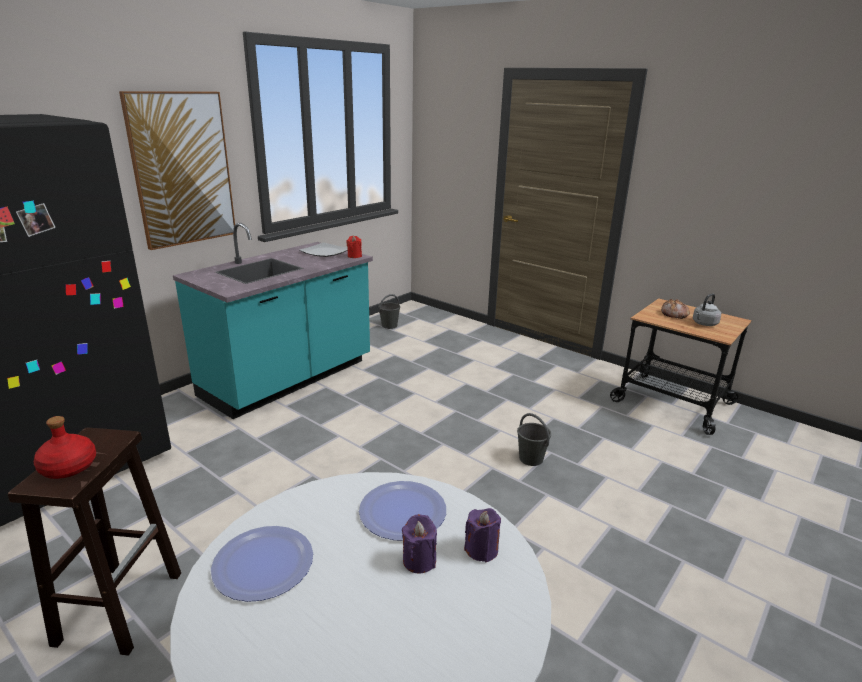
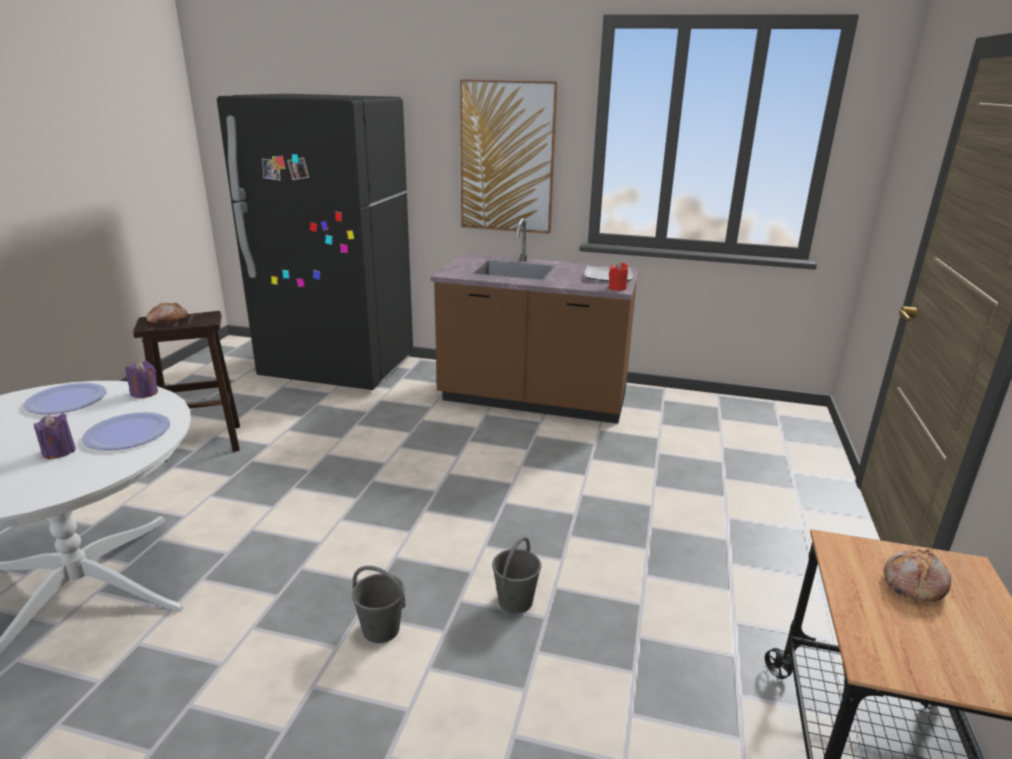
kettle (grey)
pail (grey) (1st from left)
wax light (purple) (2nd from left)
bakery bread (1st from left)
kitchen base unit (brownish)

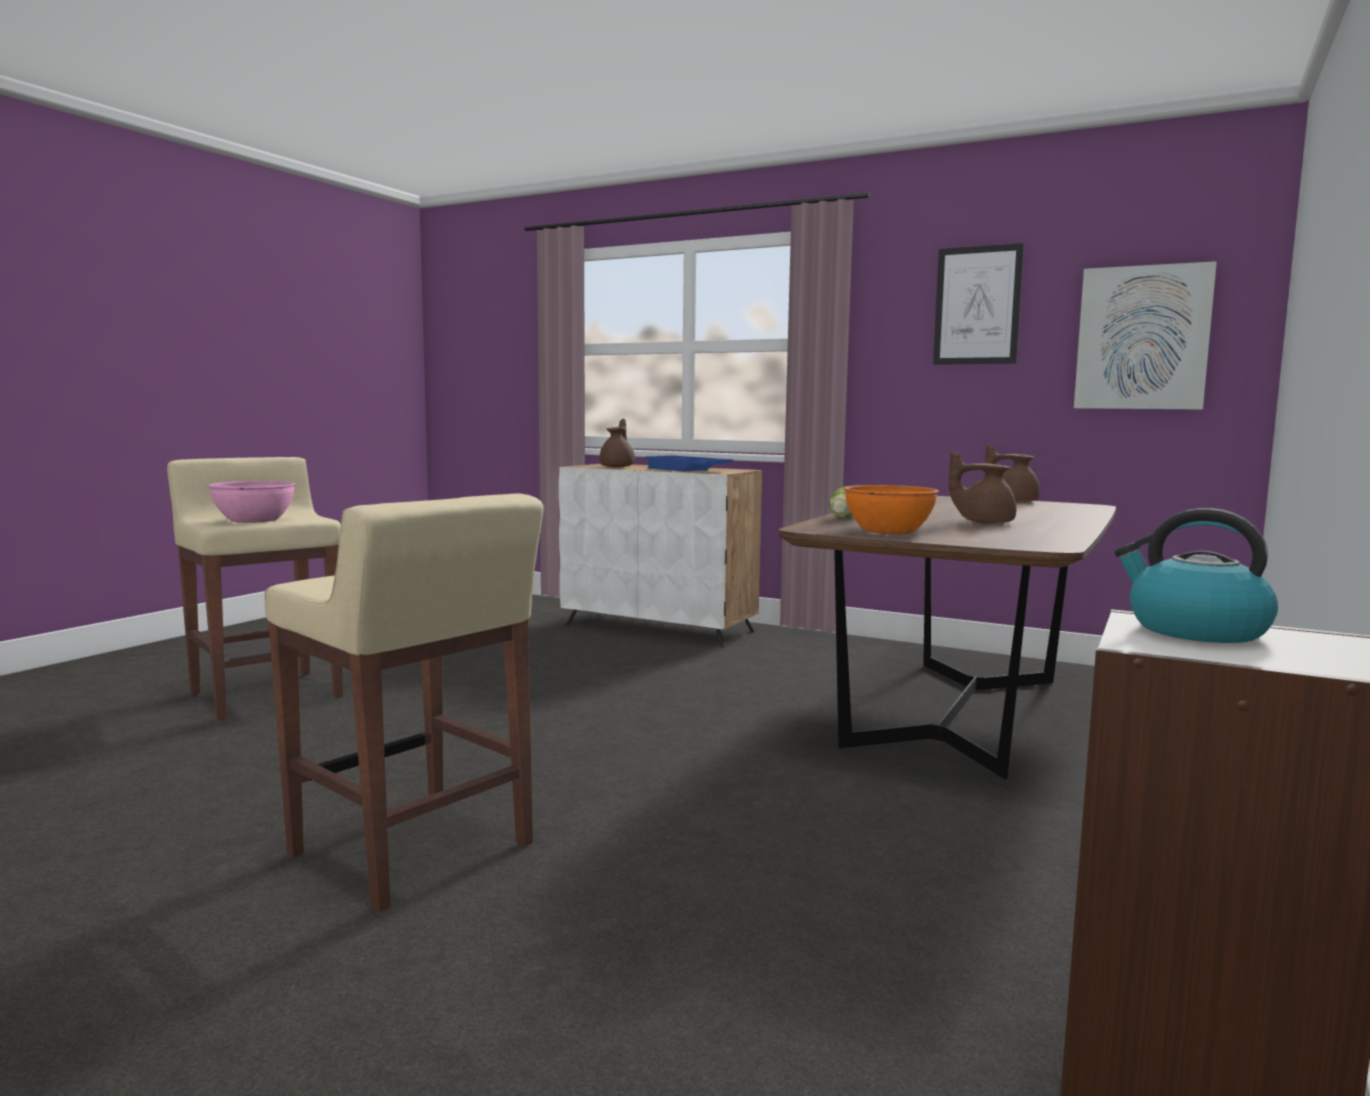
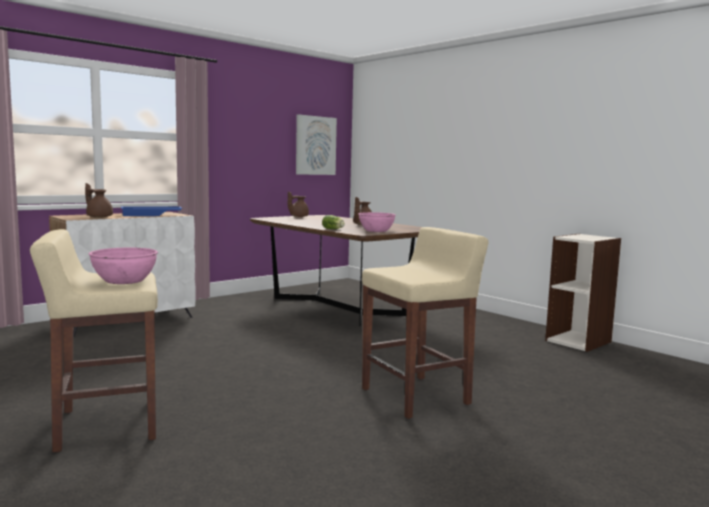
picture (1st from left in the first image)
kettle
deep dish (pinkish) (2nd from left)

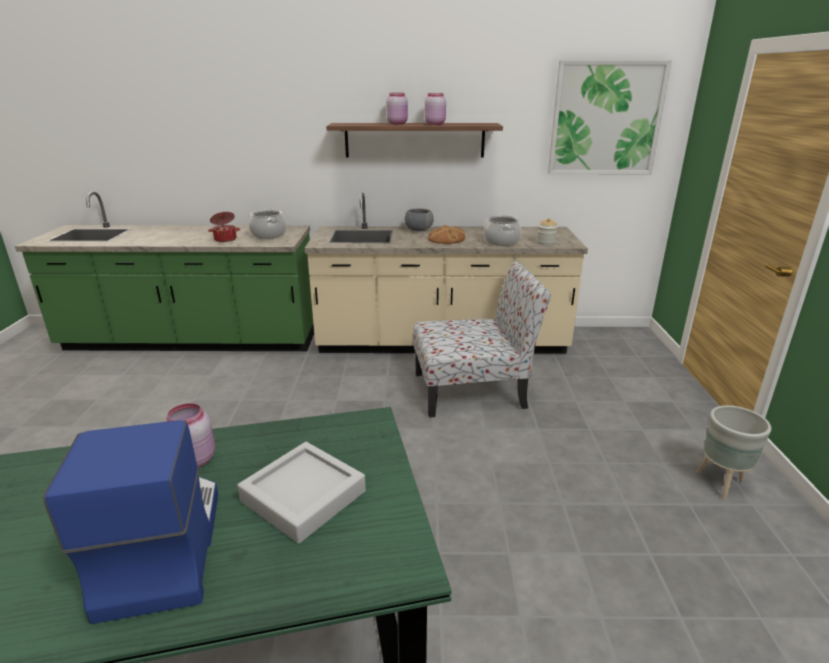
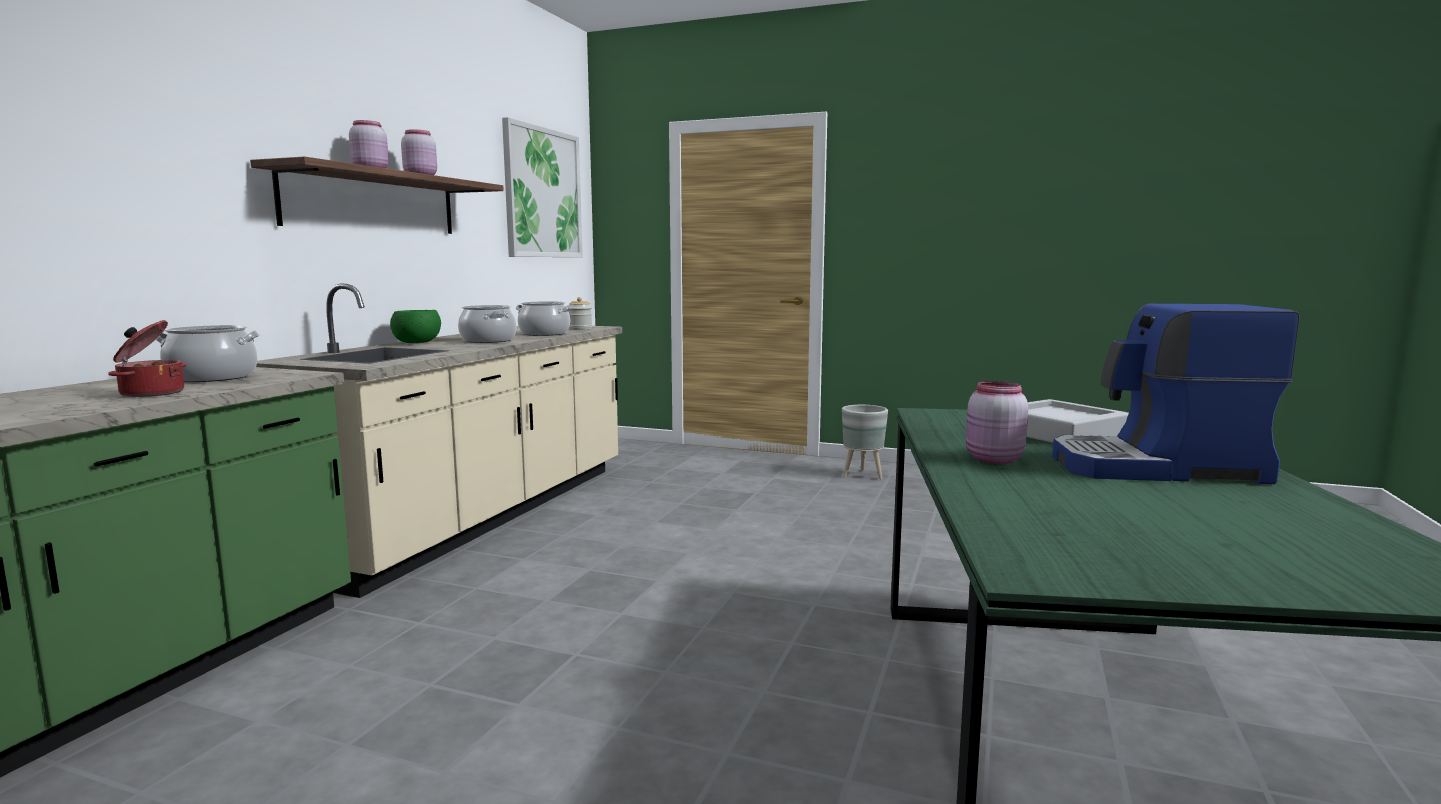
chair
cooking pot (3rd from left)
deep dish (green)

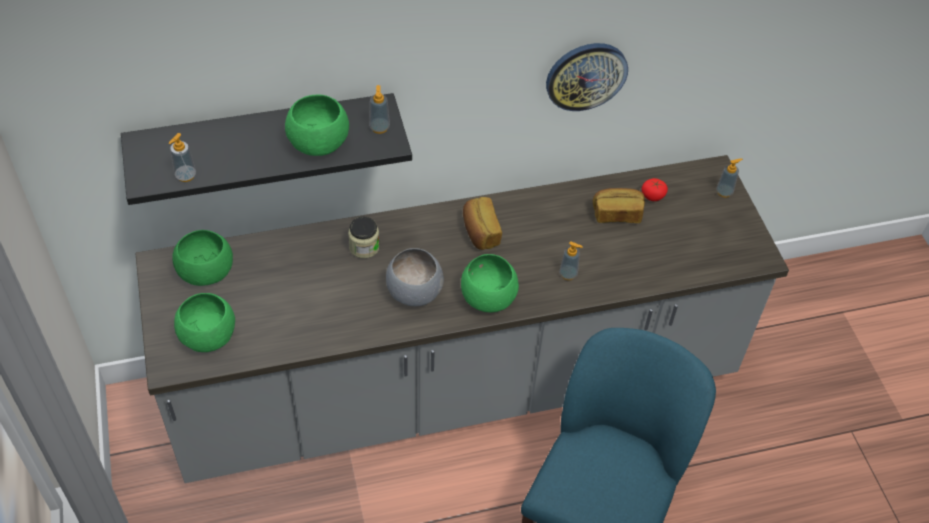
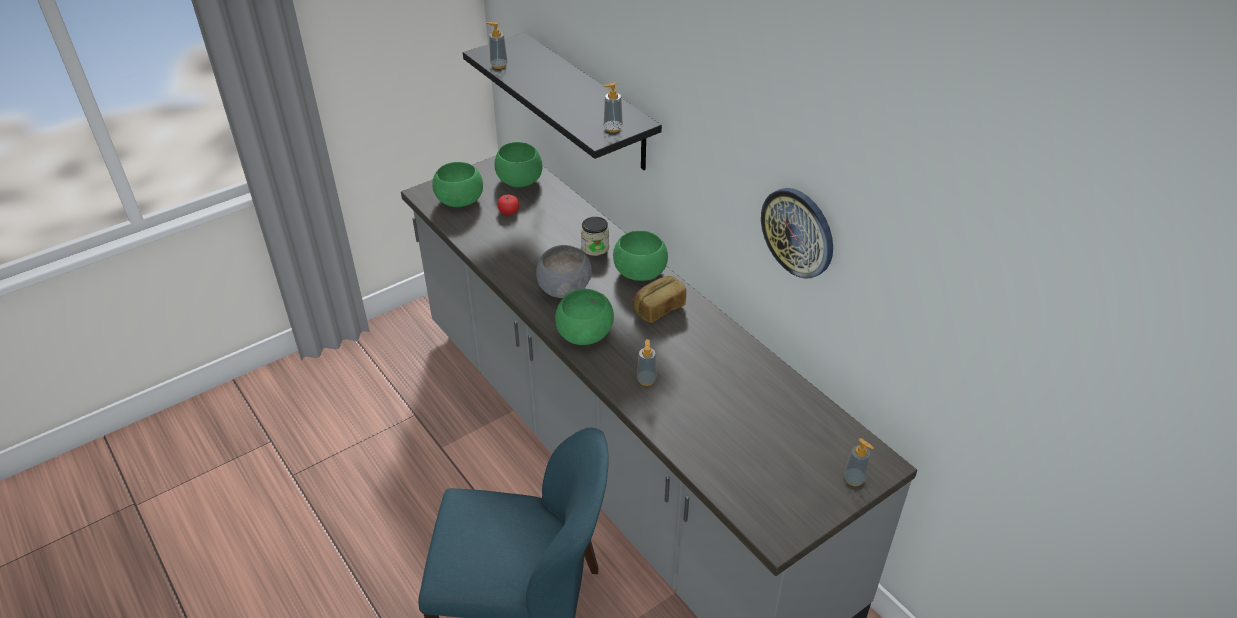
bakery bread (2nd from left in the first image)
deep dish (green) (4th from left)
fresh tomato

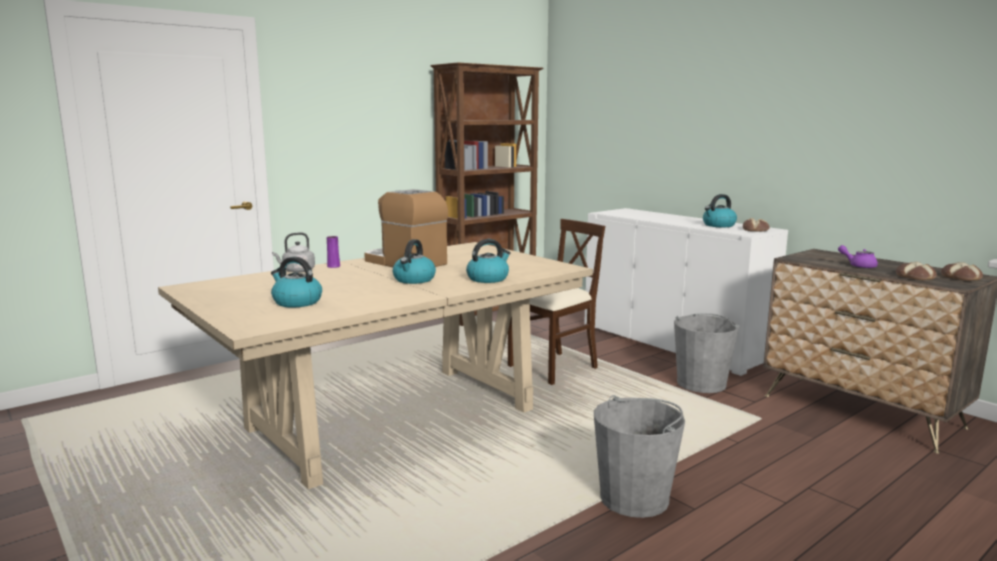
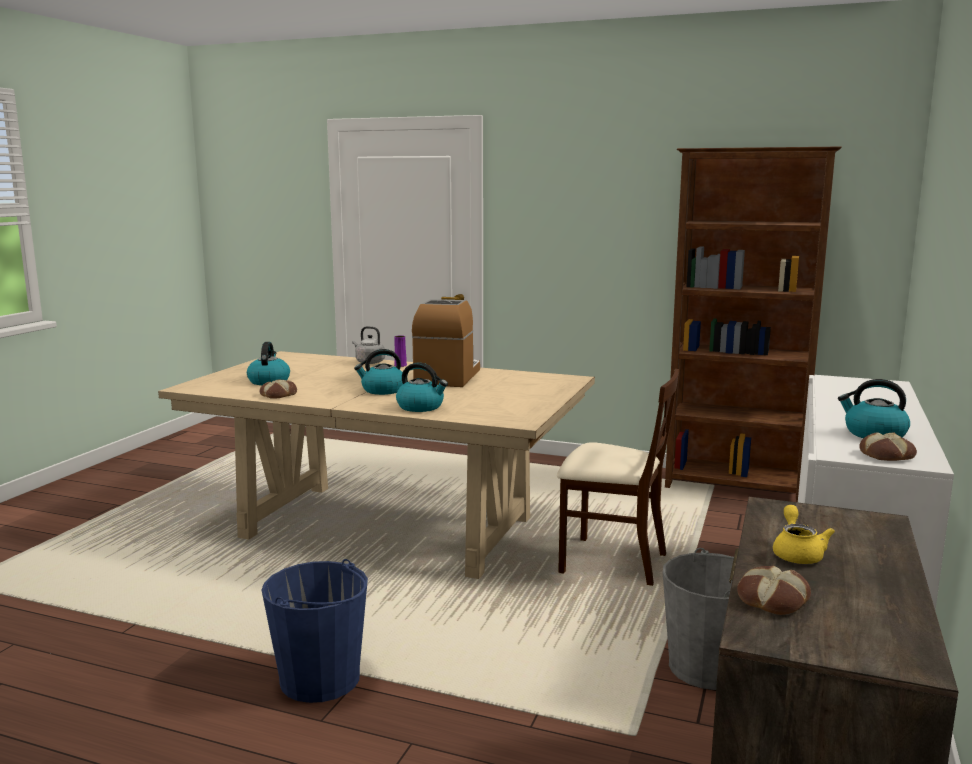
bakery bread (1st from left)
pail (blue)
pot for tea (yellow)

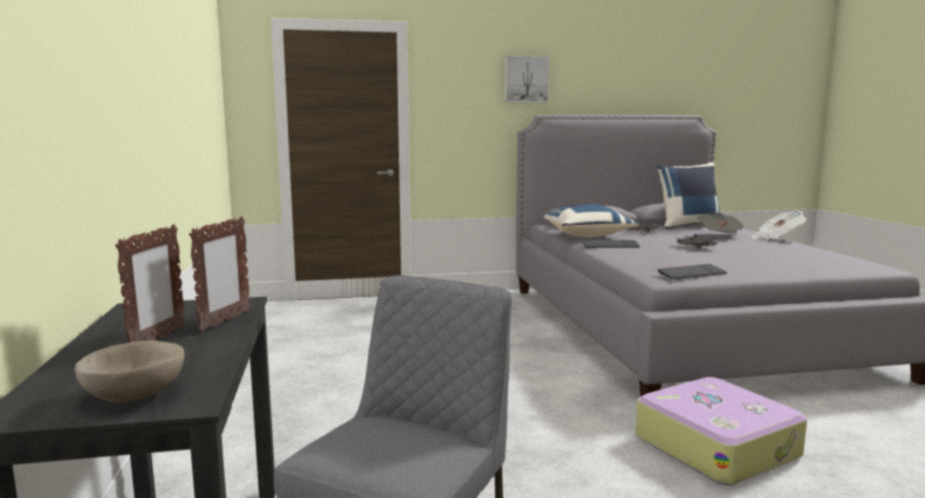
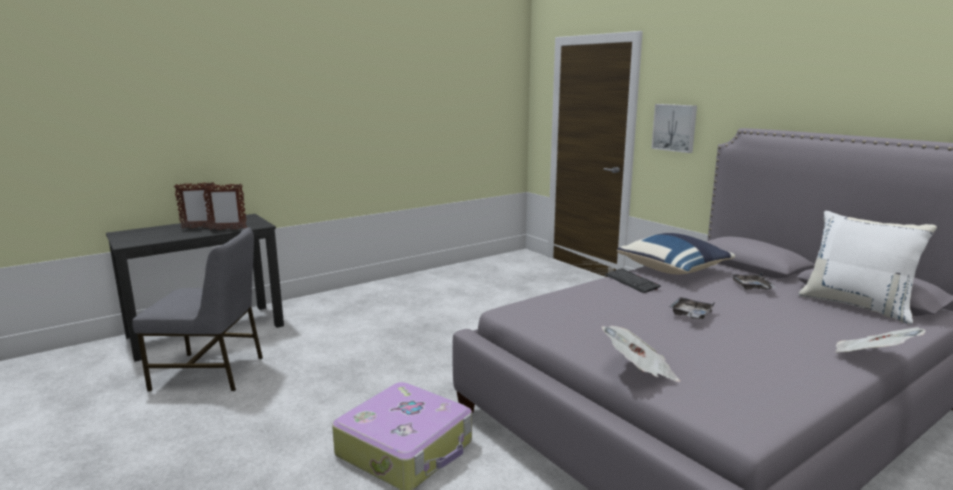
deep dish (beige-coloured)
computer keyboard (2nd from left in the first image)
picture
printed paper (1st from left)
throw pillow (white-coloured)

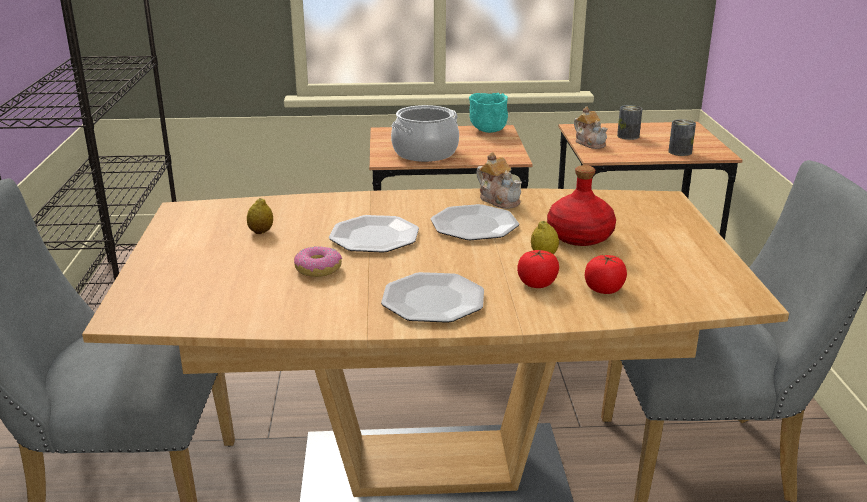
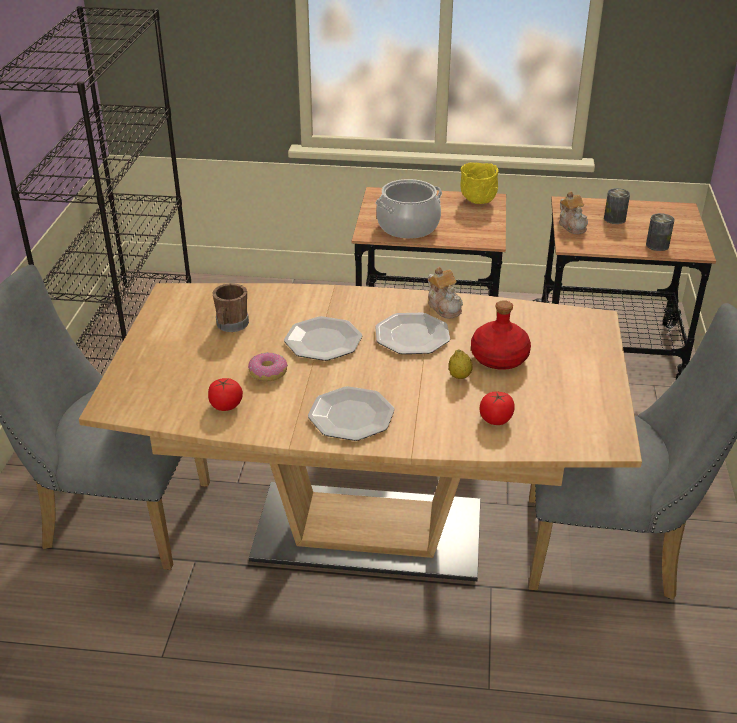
fresh tomato (1st from left)
coffee mug (brownish)
deep dish (yellow)

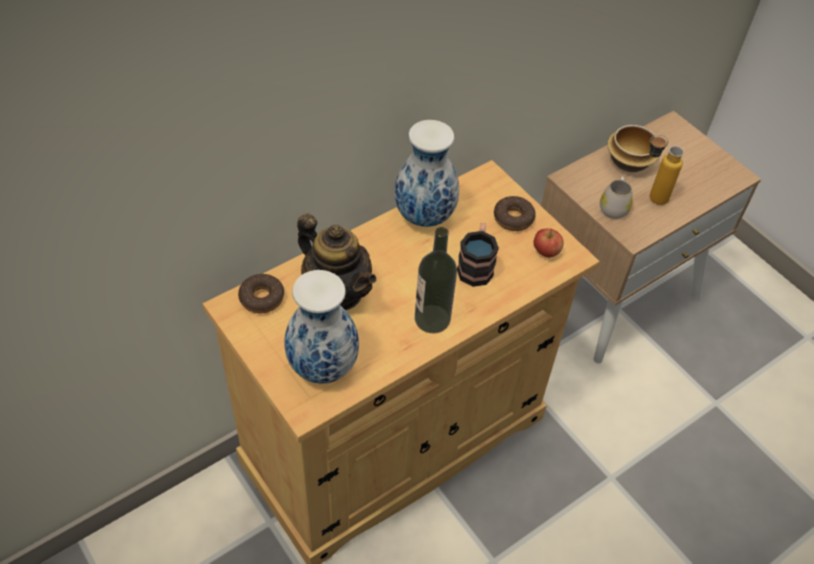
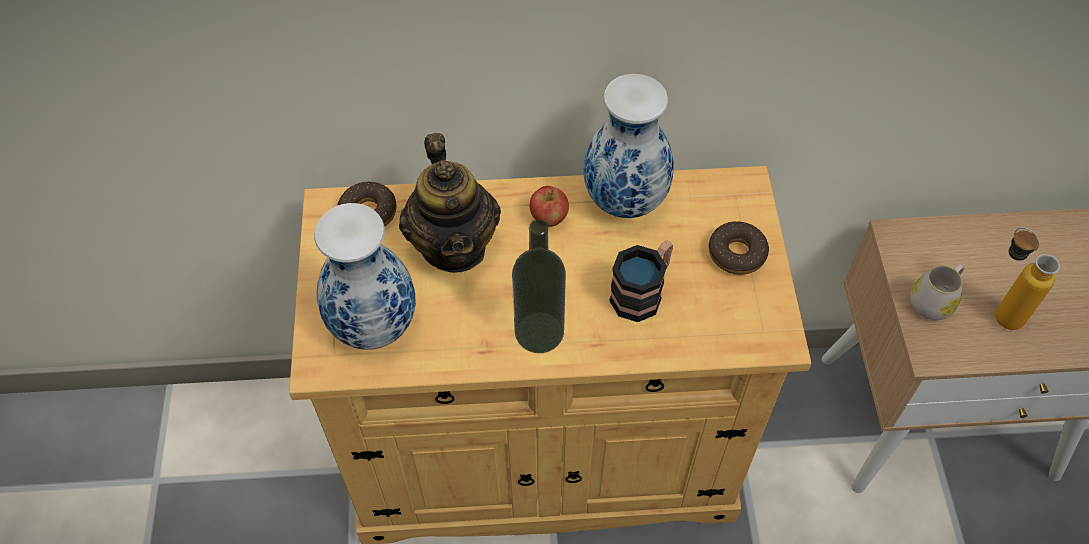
deep dish
apple fruit

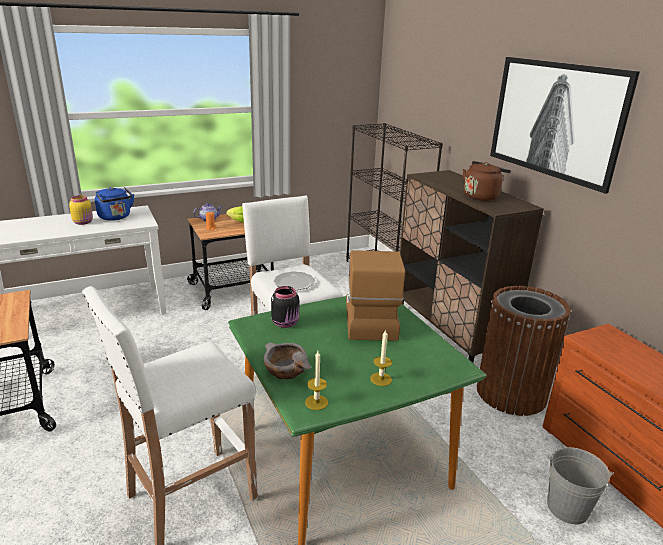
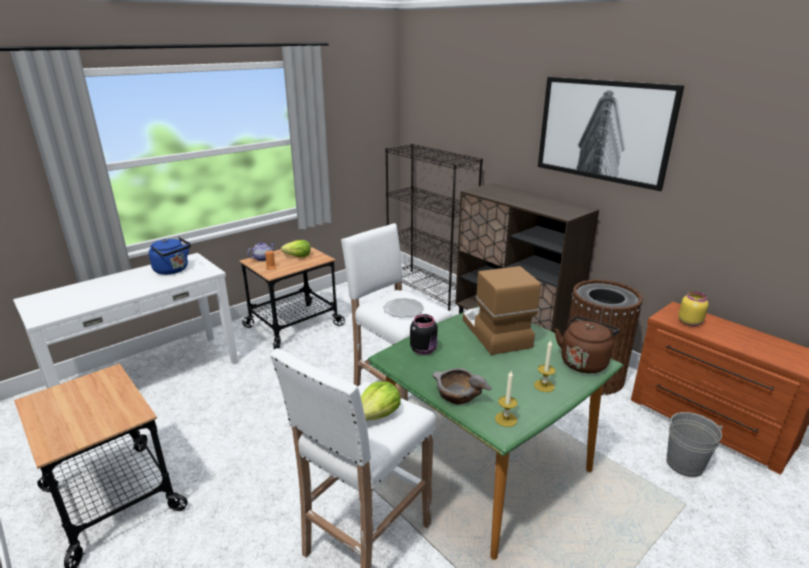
head of lettuce (2nd from left)
storage jar (yellow)
kettle (brownish)

